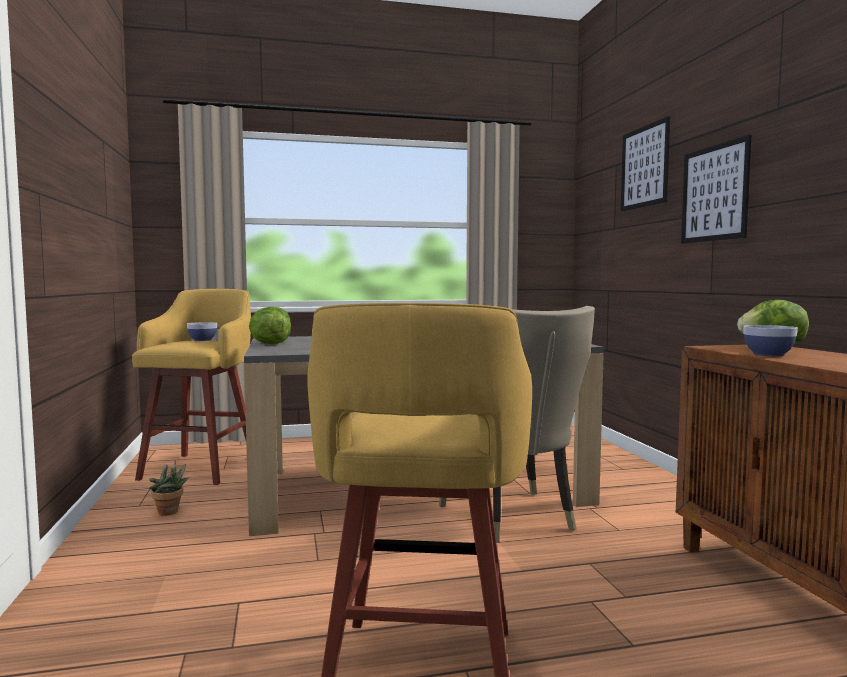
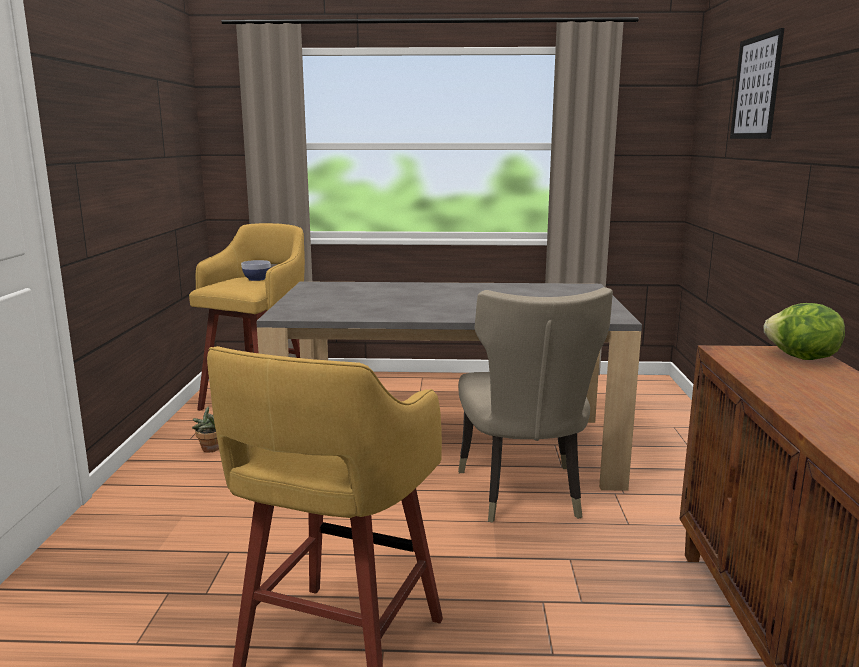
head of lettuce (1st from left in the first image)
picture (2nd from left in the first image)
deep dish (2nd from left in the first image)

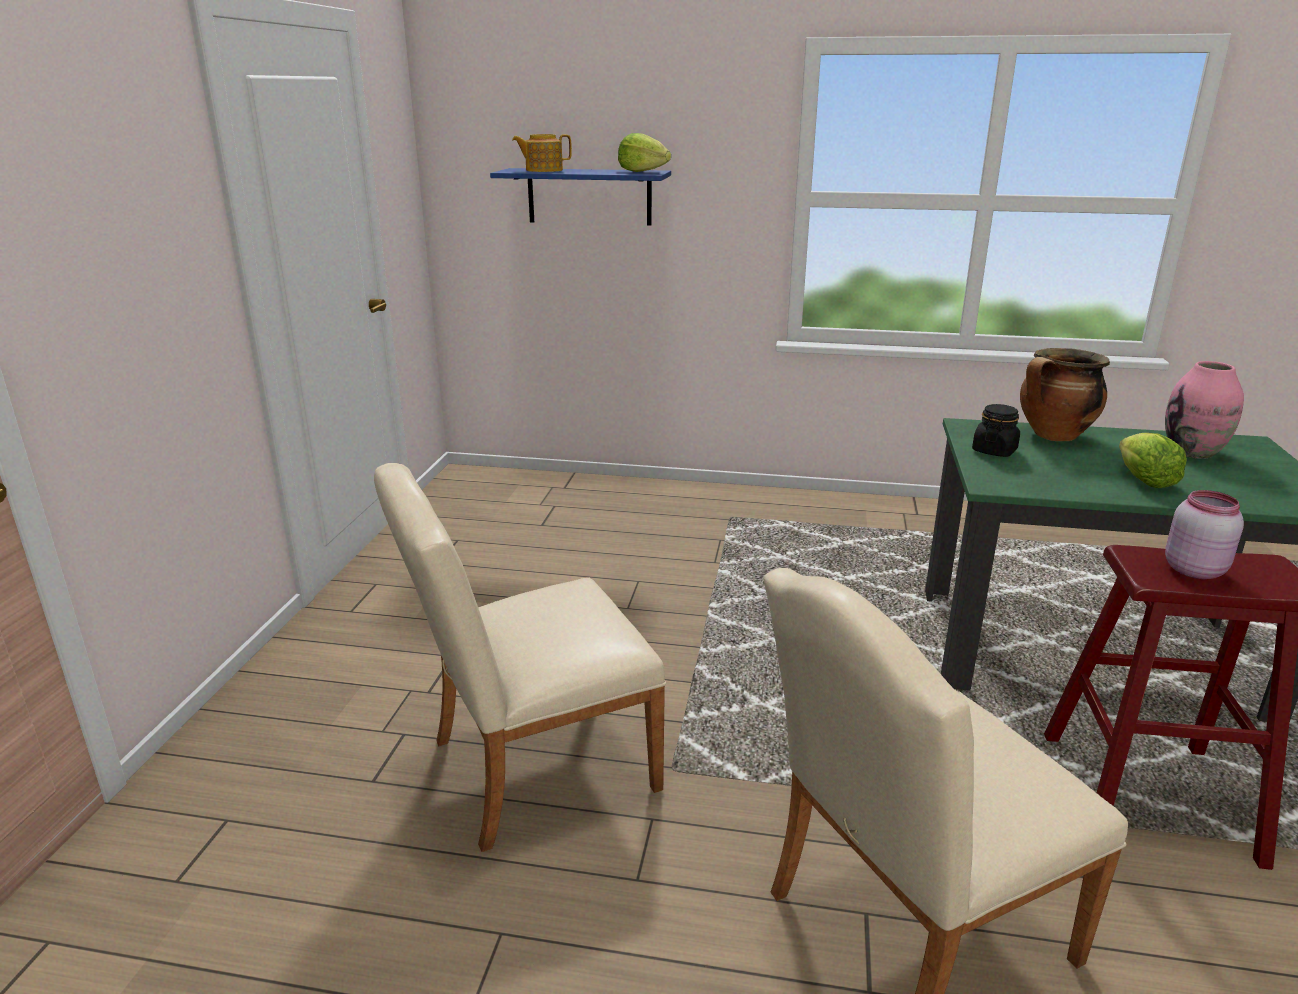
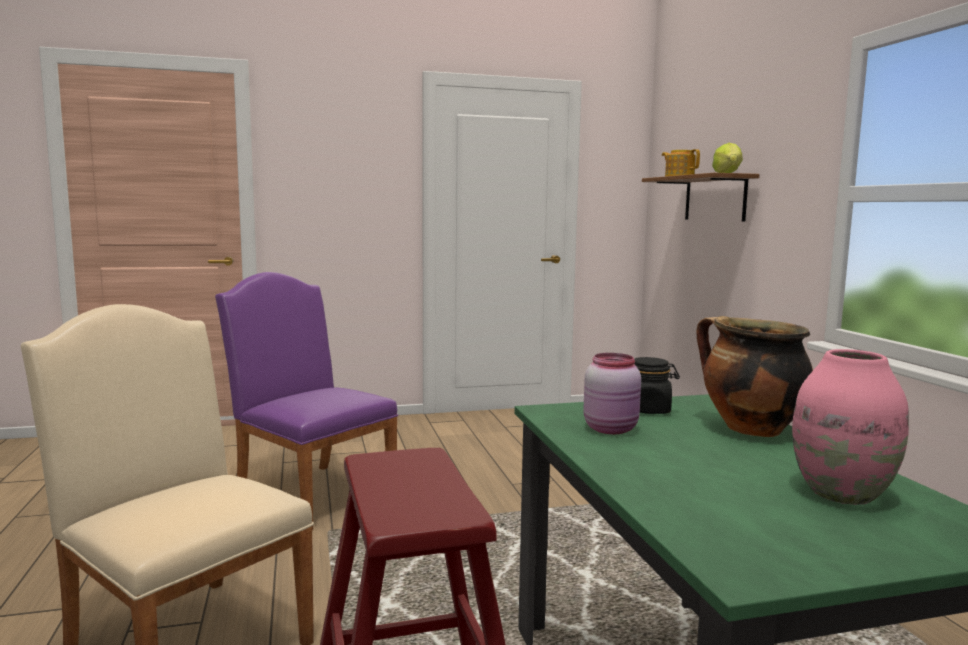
head of lettuce (2nd from left in the first image)
storage jar (pinkish)
chair (purple)
wall shelf (brownish)

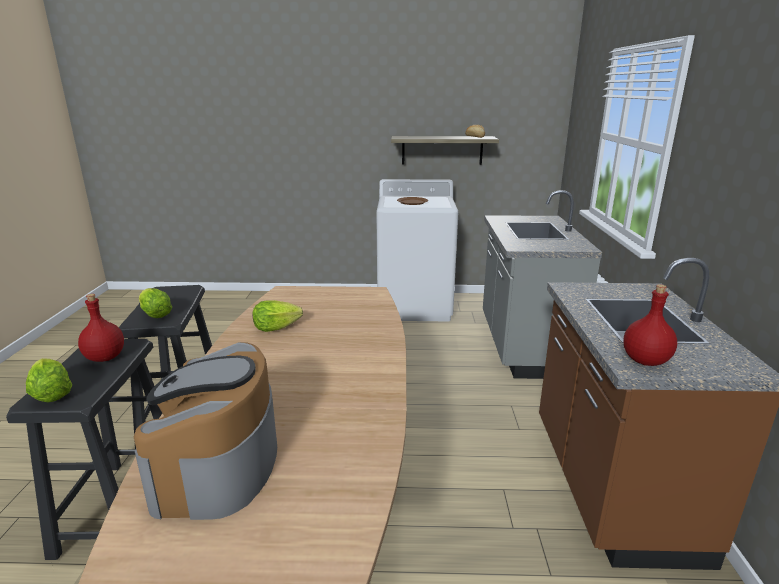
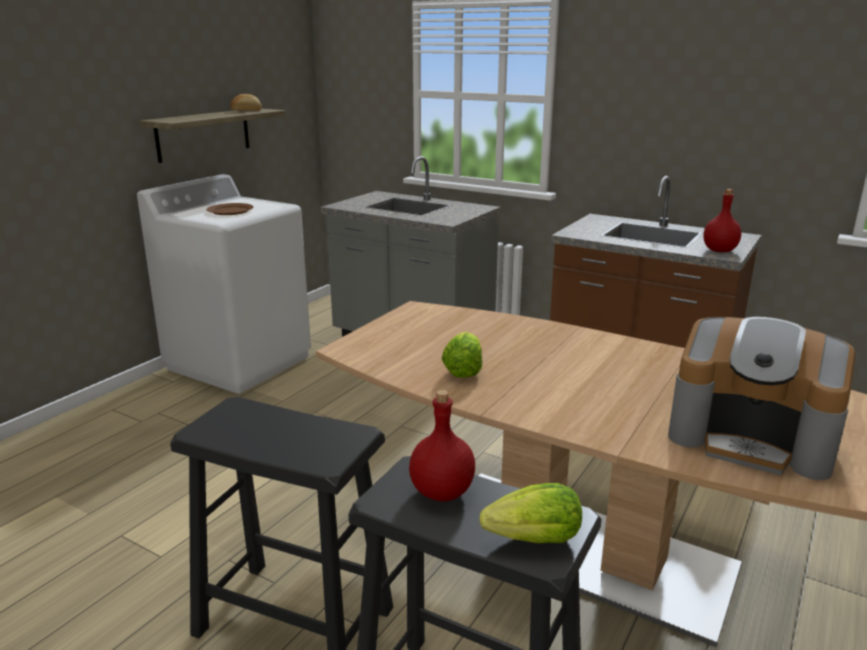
head of lettuce (2nd from left in the first image)

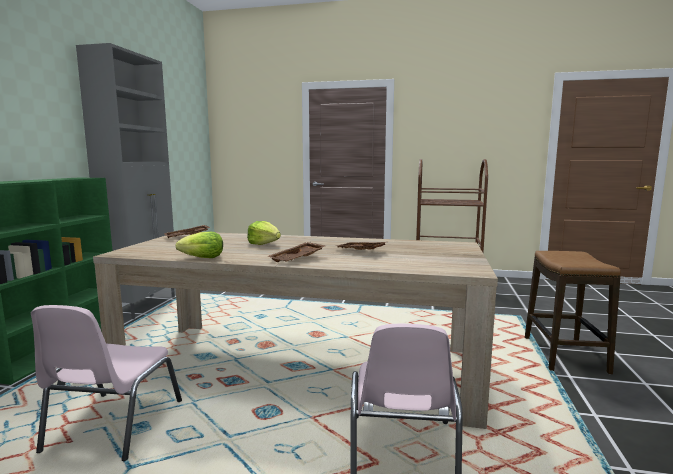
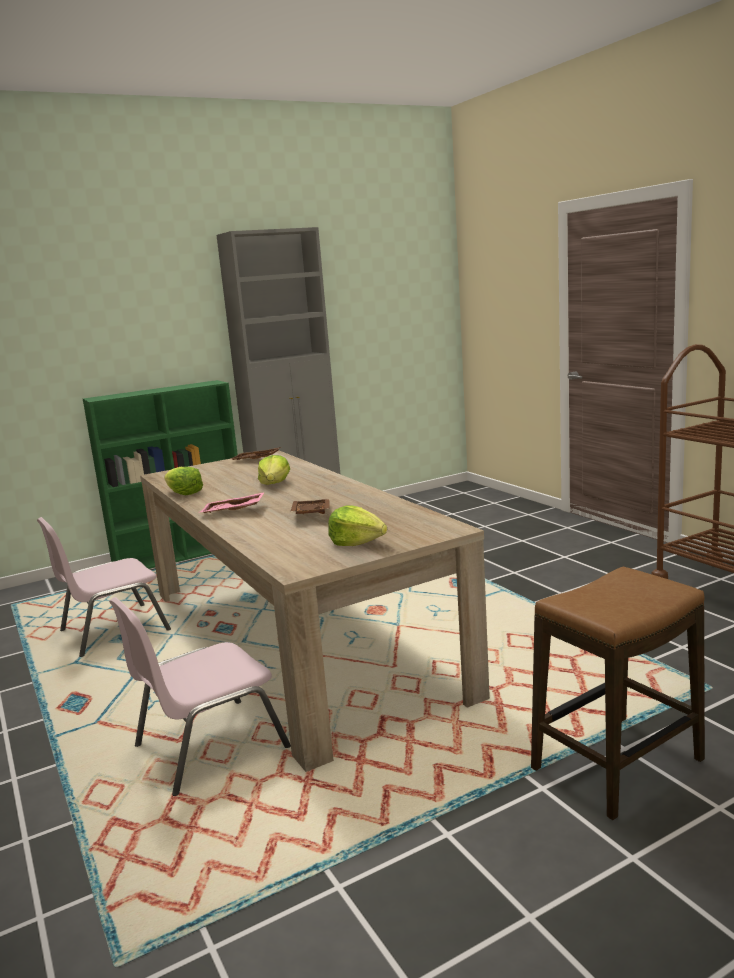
head of lettuce (3rd from left)
serving tray (pinkish)

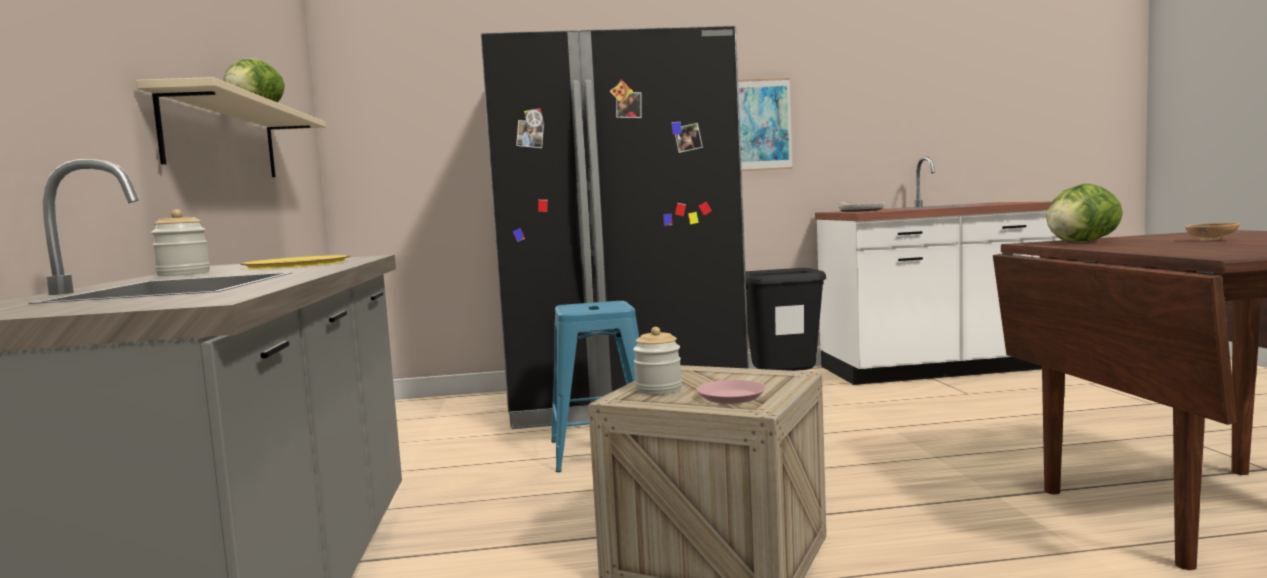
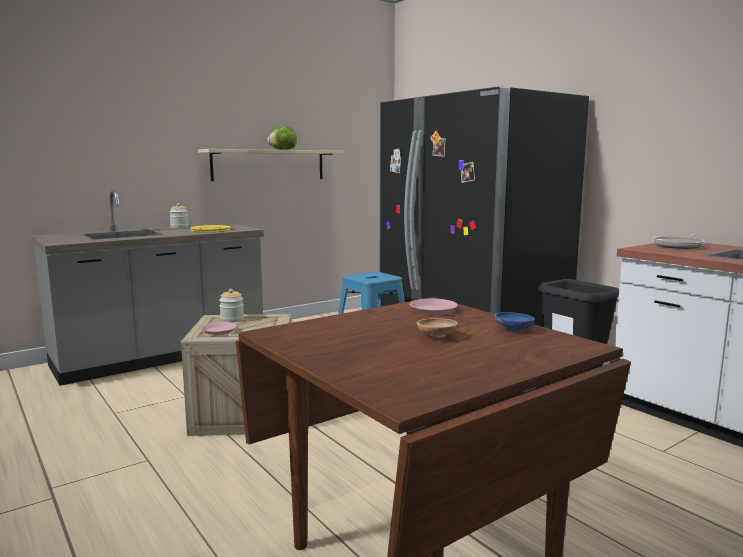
picture
deep dish (blue)
dinner plate (pinkish) (2nd from left)

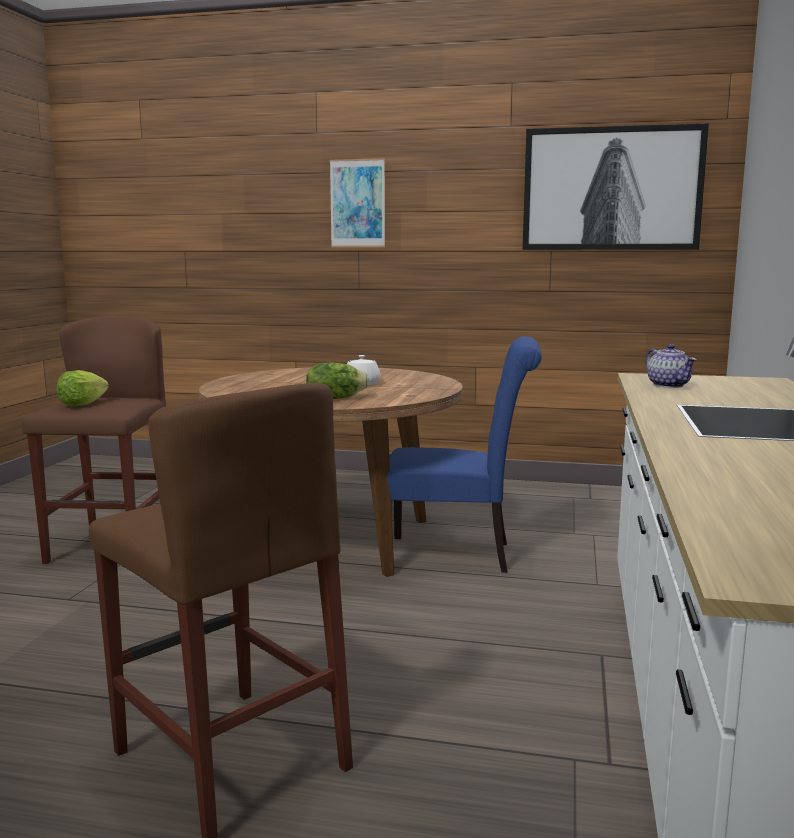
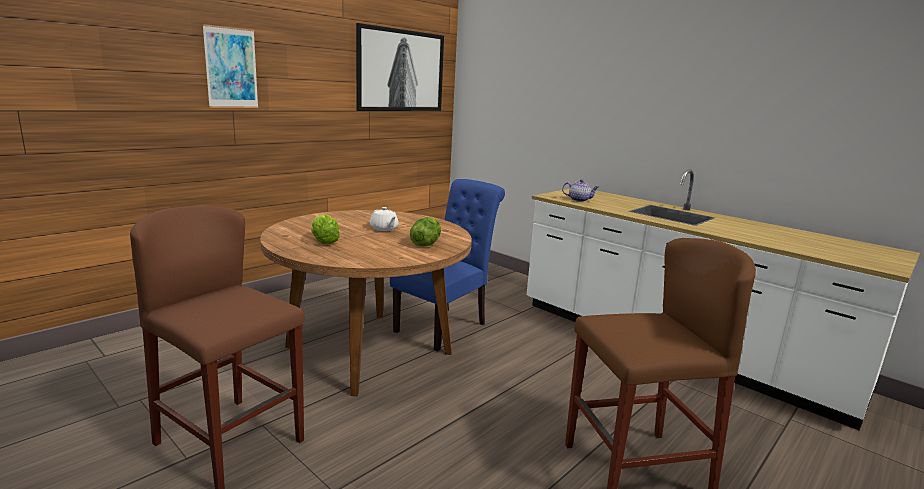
head of lettuce (1st from left)

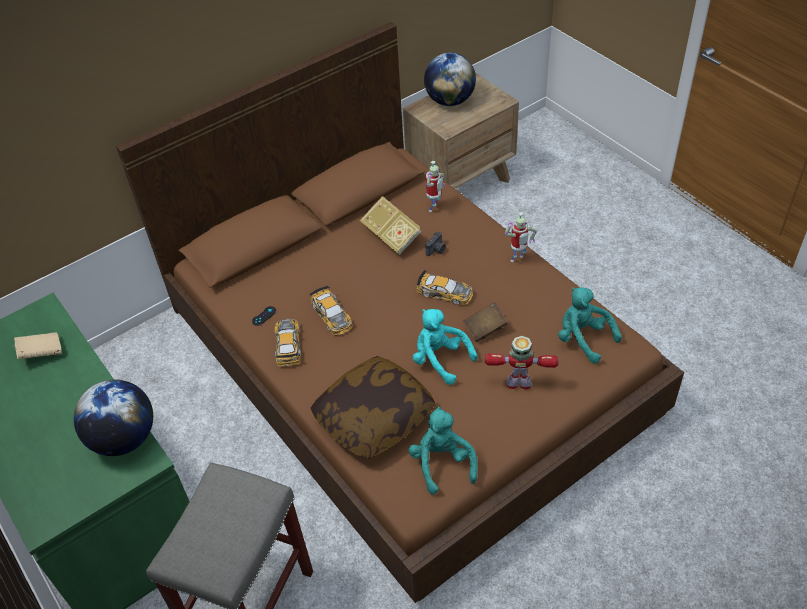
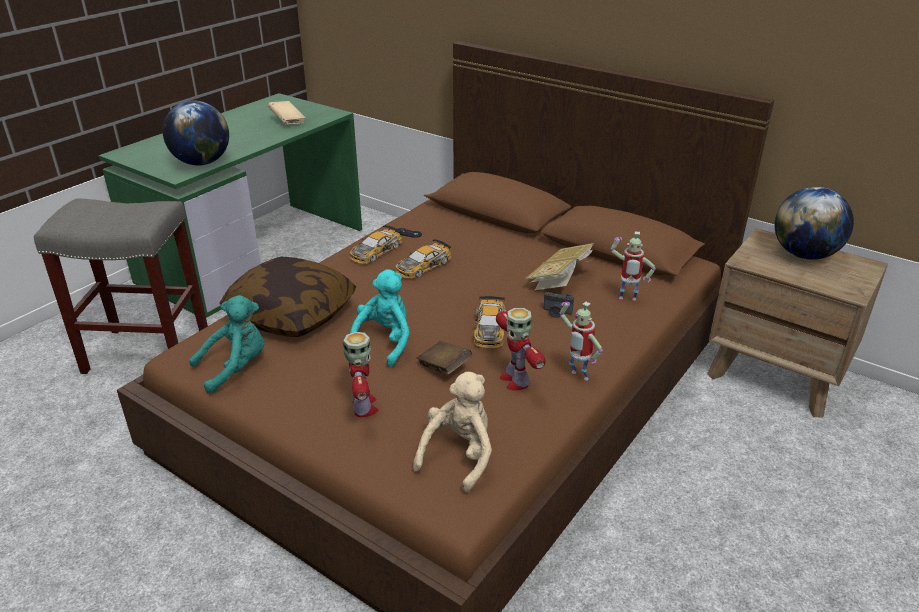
toy robot (2nd from left)
plush toy (beige-coloured)
miniature car (1st from left)

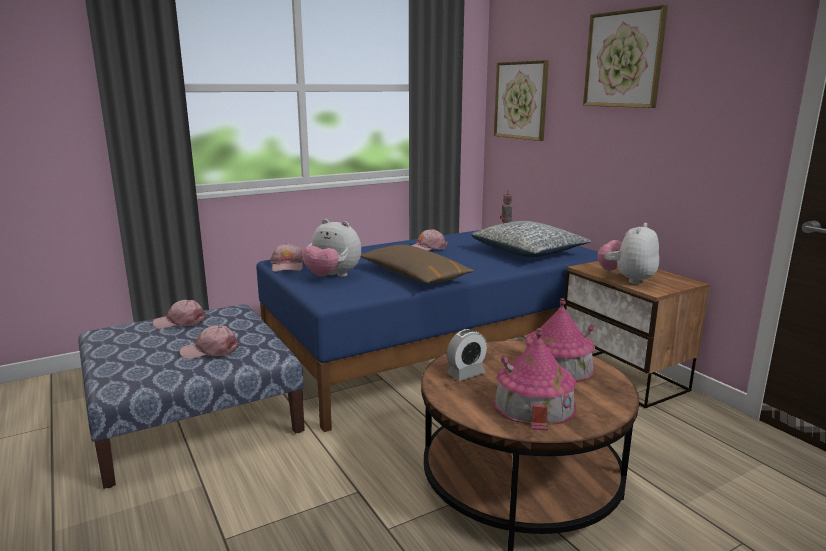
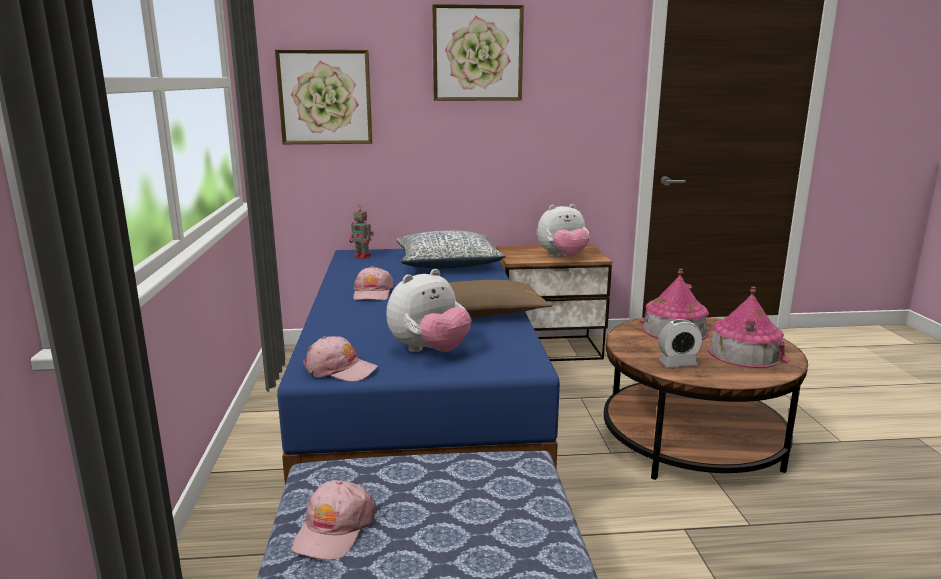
peaked cap (pinkish) (2nd from left in the first image)
alarm clock
plush toy (2nd from left)

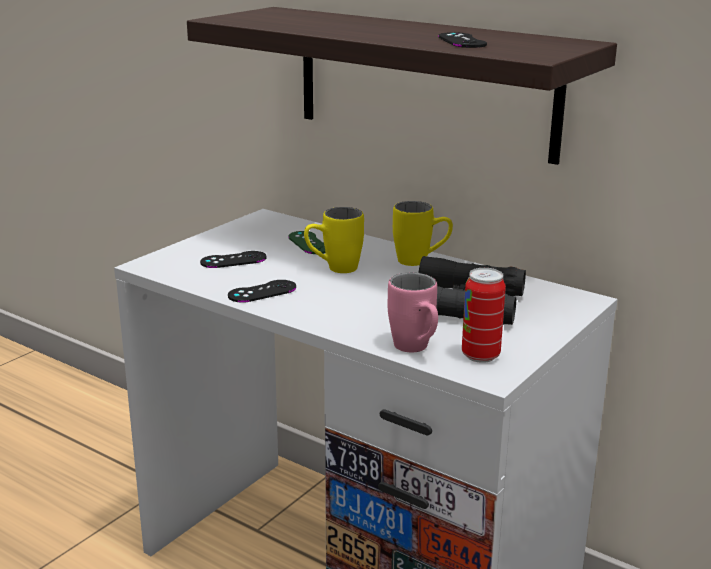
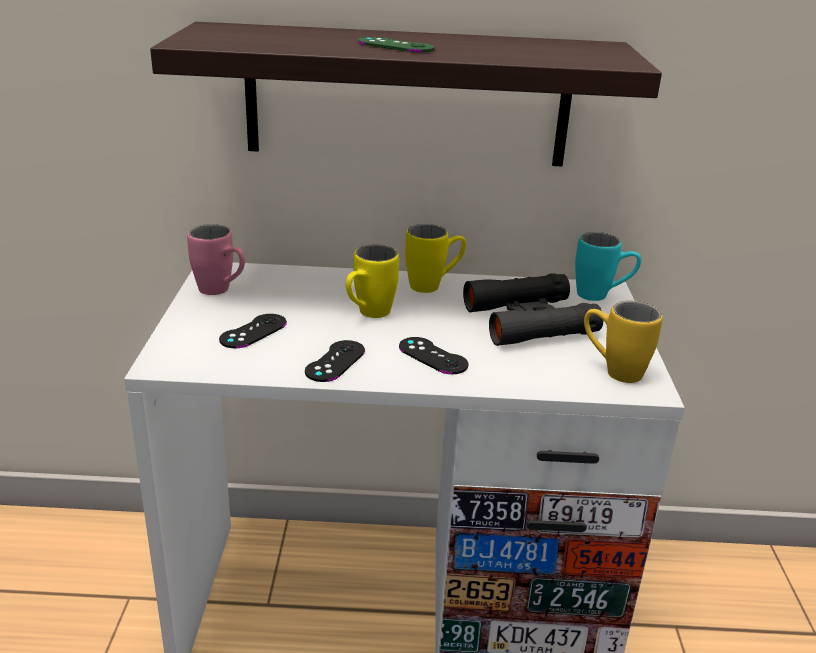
coffee mug (turquoise)
joypad (green)
coffee mug (pinkish)
joypad (black) (3rd from left)
coffee mug (yellow) (3rd from left)

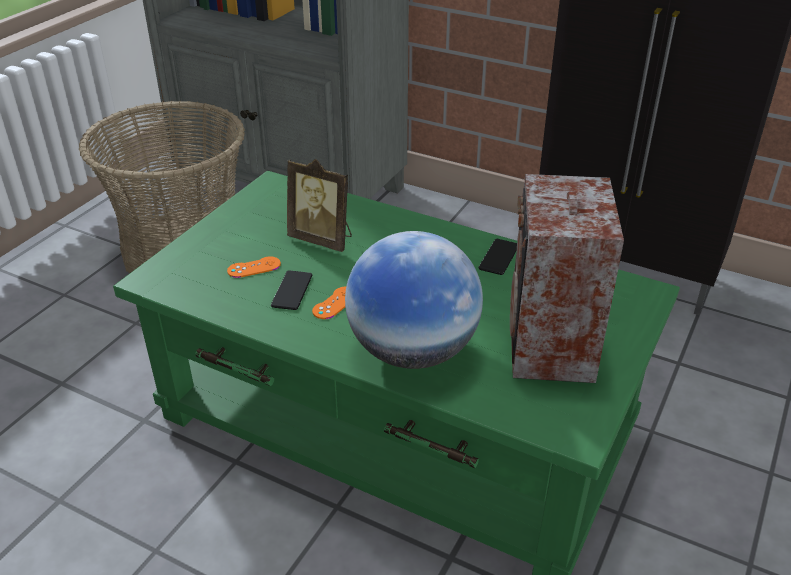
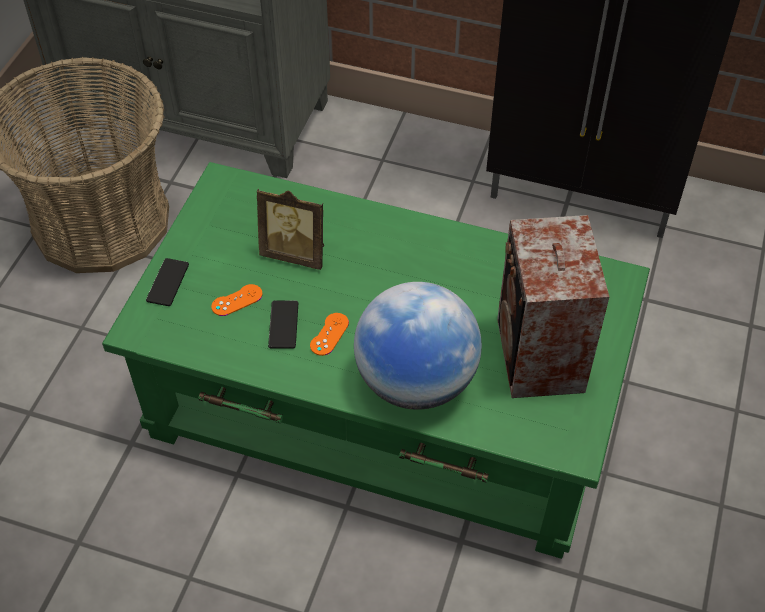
phone (1st from left)

